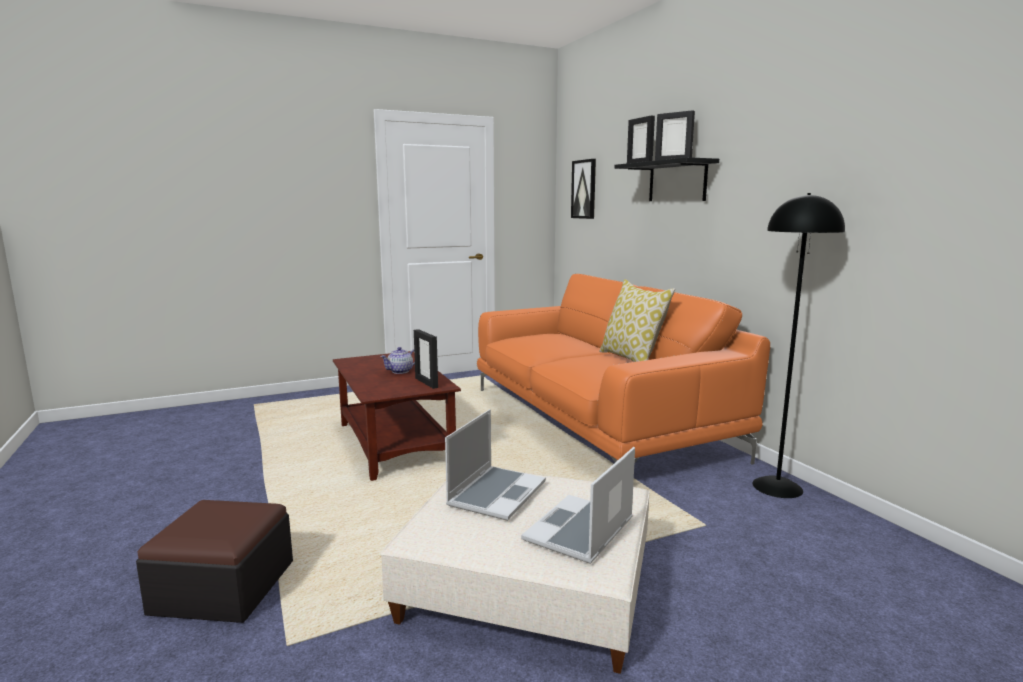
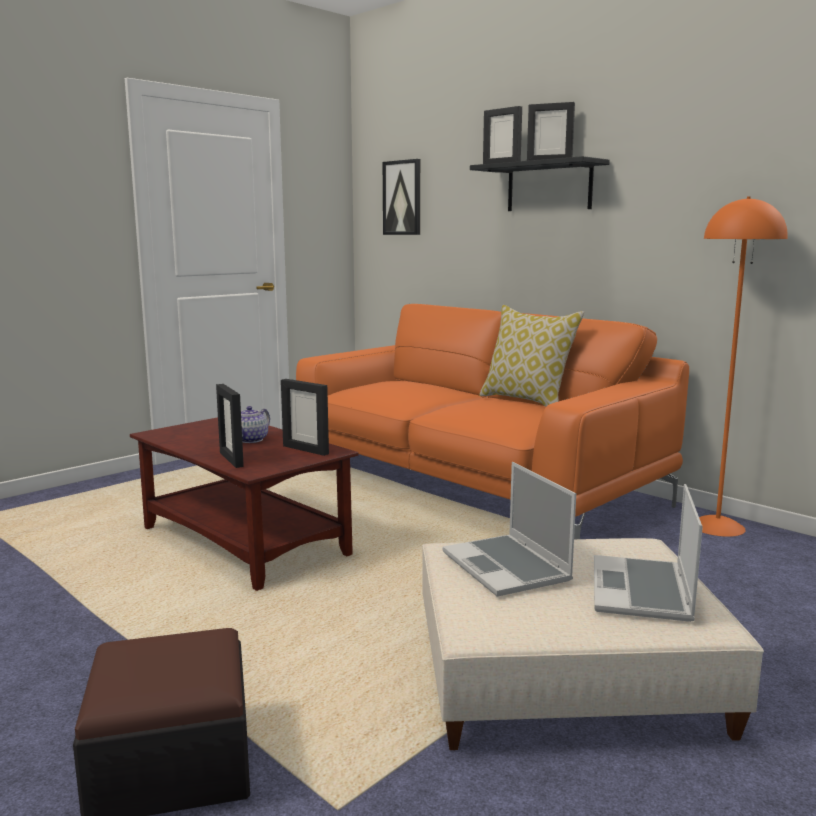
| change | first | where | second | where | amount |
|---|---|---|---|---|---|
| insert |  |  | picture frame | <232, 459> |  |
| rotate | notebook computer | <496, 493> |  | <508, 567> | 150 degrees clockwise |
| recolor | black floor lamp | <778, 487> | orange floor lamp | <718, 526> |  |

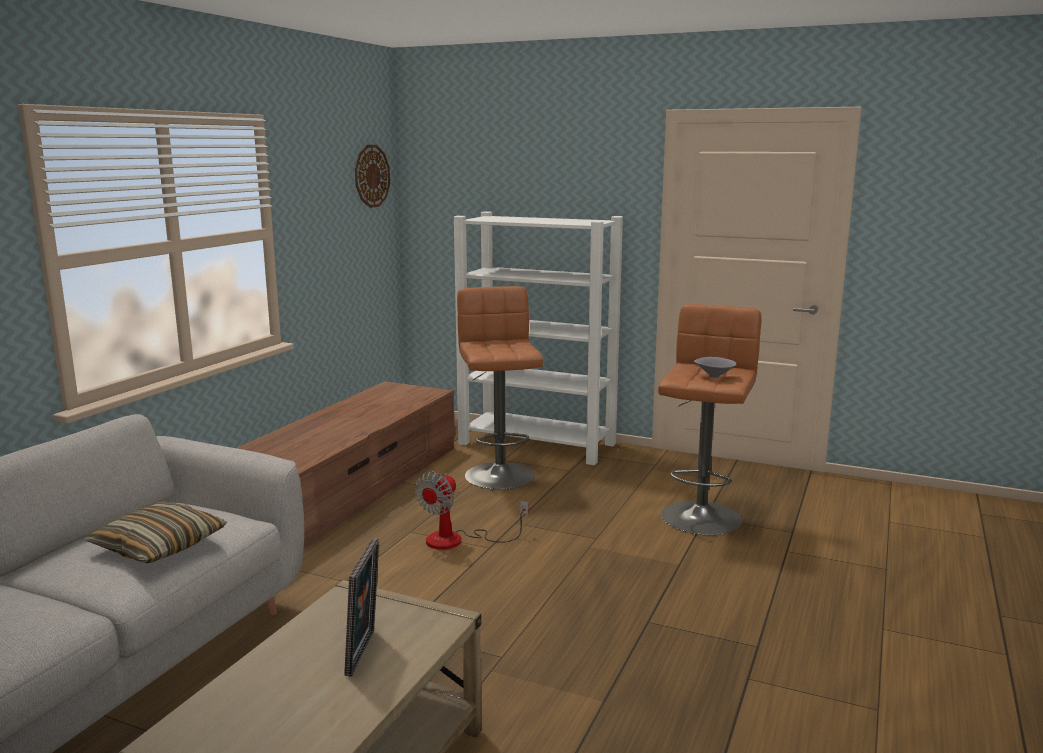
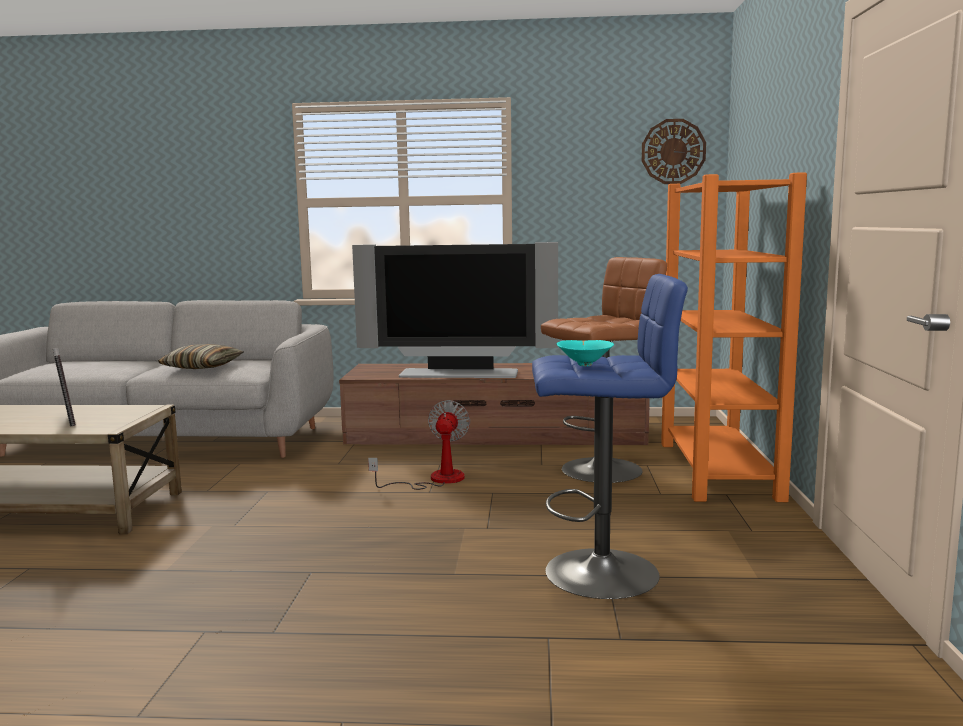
| change | first | where | second | where | amount |
|---|---|---|---|---|---|
| rotate | picture frame | <365, 653> |  | <68, 421> | 75 degrees clockwise |
| insert |  |  | television | <459, 374> |  |
| rotate | electric fan | <457, 540> |  | <435, 480> | 90 degrees clockwise |
| recolor | brown stool seat | <702, 517> | bluish stool seat | <603, 574> |  |
| recolor | greyish deep dish | <713, 376> | blue-green deep dish | <585, 365> |  |
| recolor | white-coloured bookshelf | <537, 444> | orange bookshelf | <718, 470> |  |

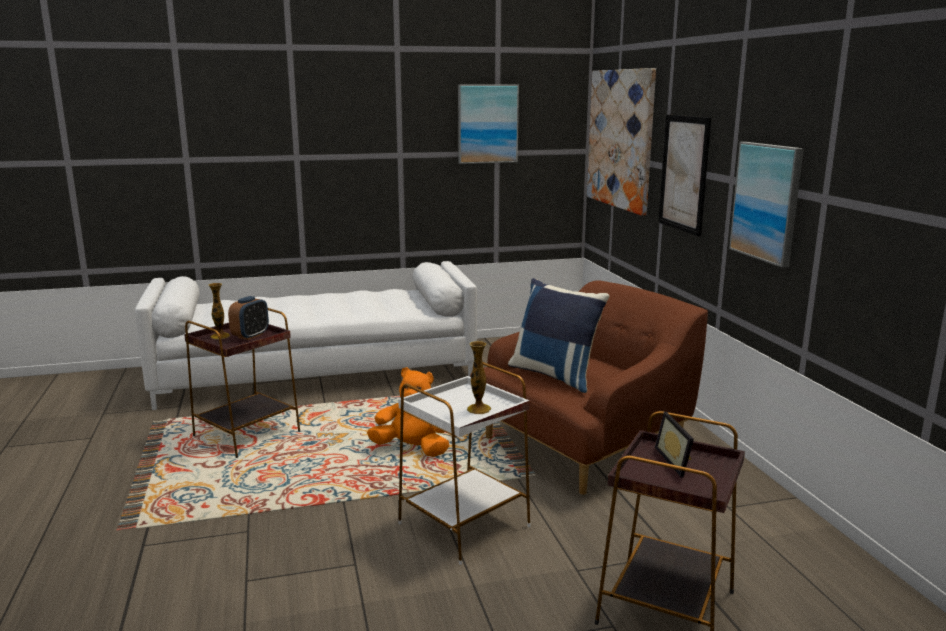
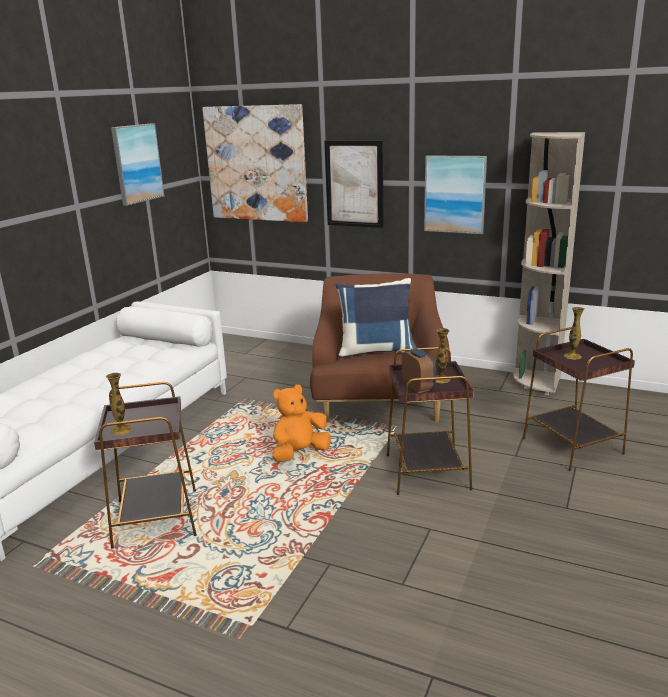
| change | first | where | second | where | amount |
|---|---|---|---|---|---|
| recolor | white-coloured side table | <465, 524> | brown side table | <427, 471> |  |
| move | alarm clock | <250, 336> |  | <418, 387> |  |
| insert |  |  | beige-coloured bookshelf | <536, 385> |  |
| replace | picture frame | <678, 461> | decorative vase | <572, 356> |  |

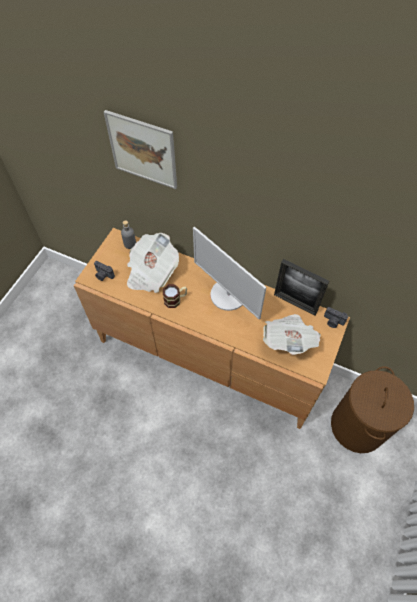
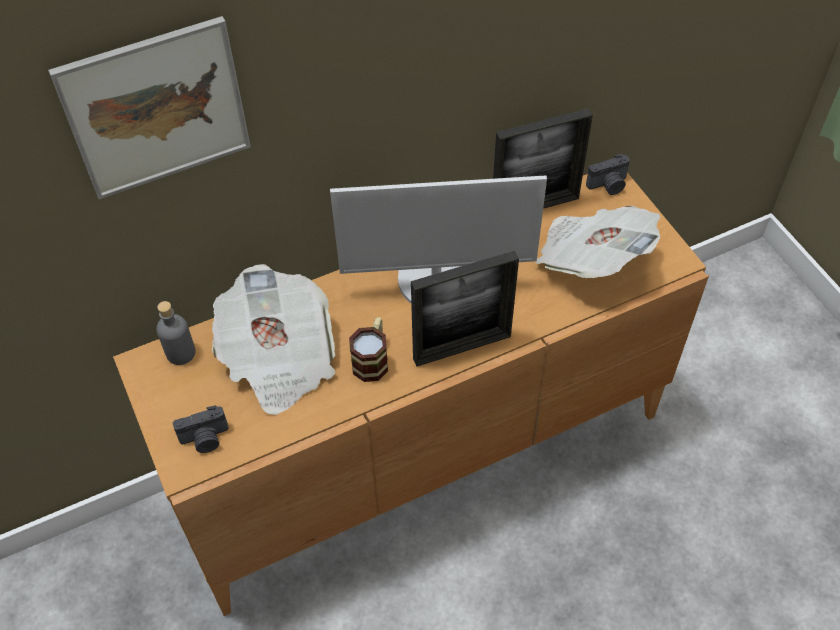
| change | first | where | second | where | amount |
|---|---|---|---|---|---|
| insert |  |  | picture frame | <462, 347> |  |
| delete | brown washing basket | <357, 426> |  |  |  |

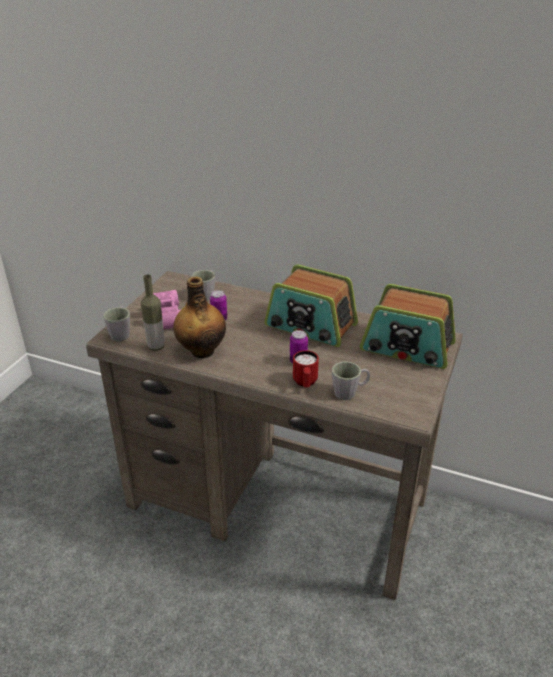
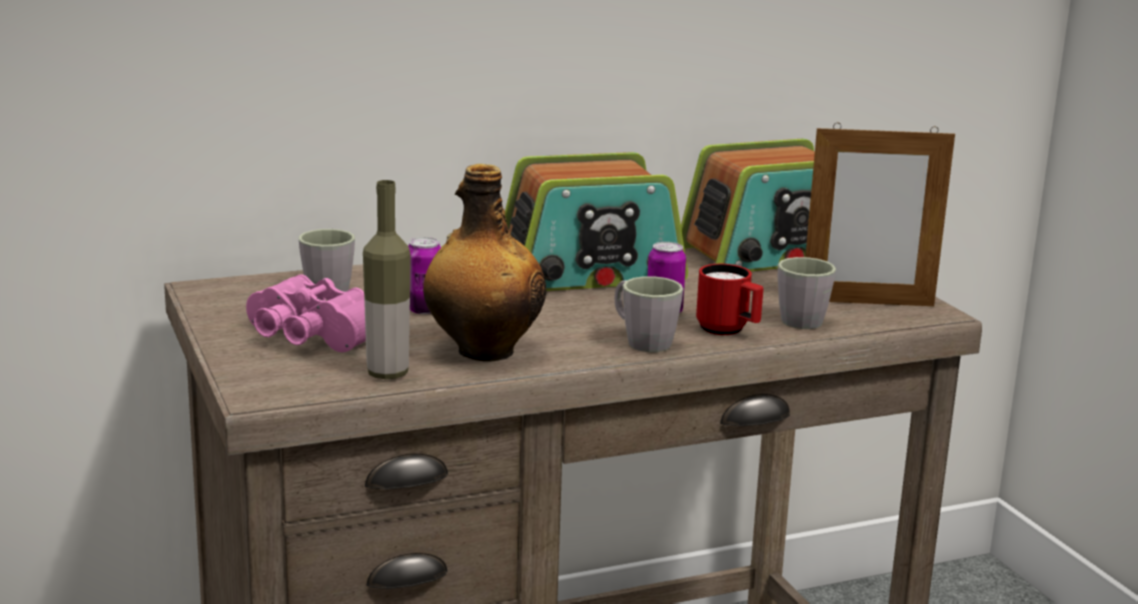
| change | first | where | second | where | amount |
|---|---|---|---|---|---|
| move | greyish tea mug | <121, 333> |  | <642, 341> |  |
| insert |  |  | picture frame | <867, 303> |  |

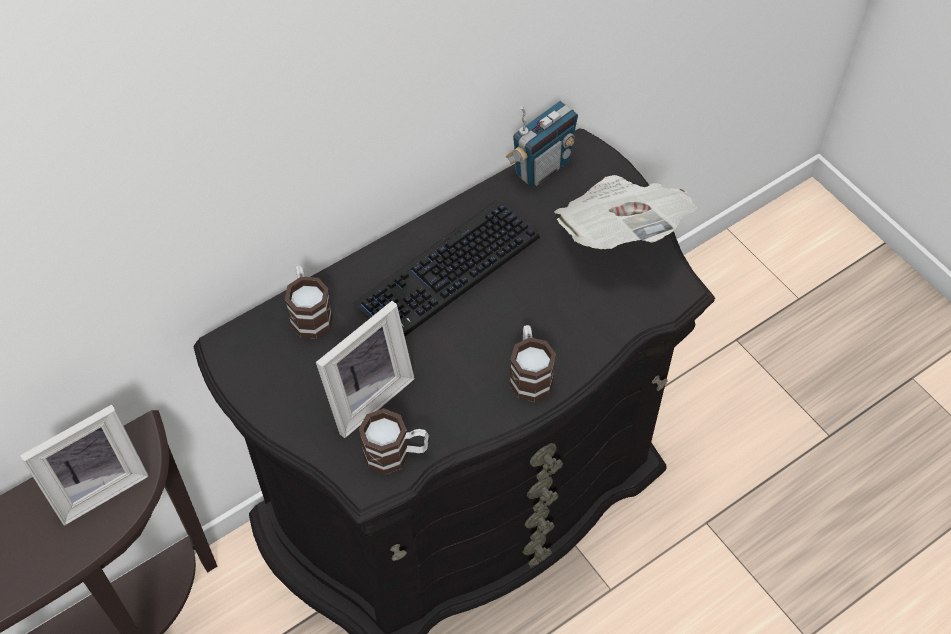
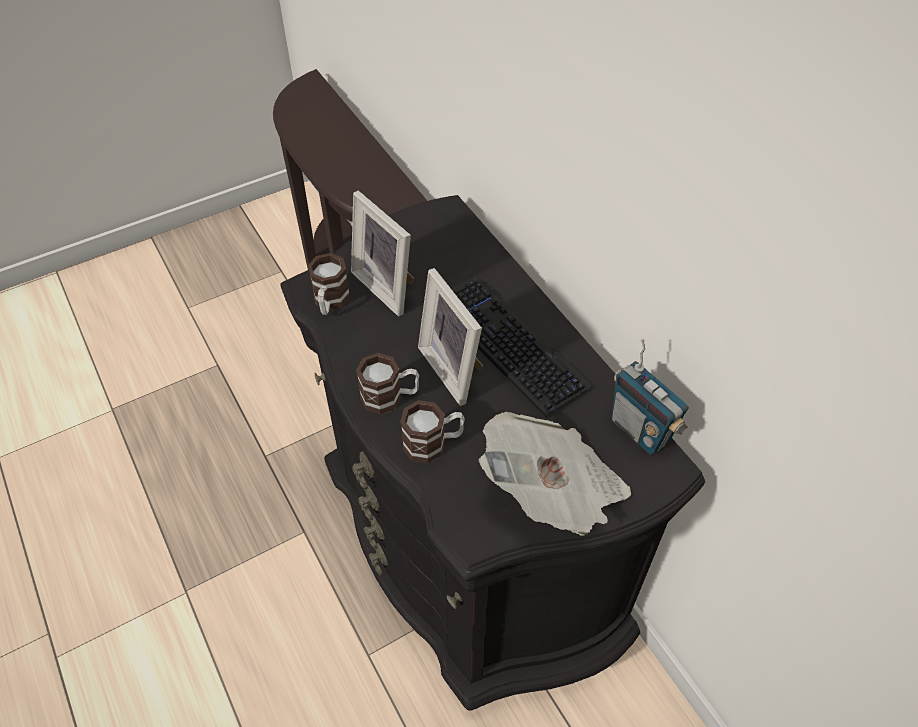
| change | first | where | second | where | amount |
|---|---|---|---|---|---|
| move | tea mug | <309, 313> |  | <433, 443> |  |
| move | picture frame | <97, 485> |  | <455, 368> |  |

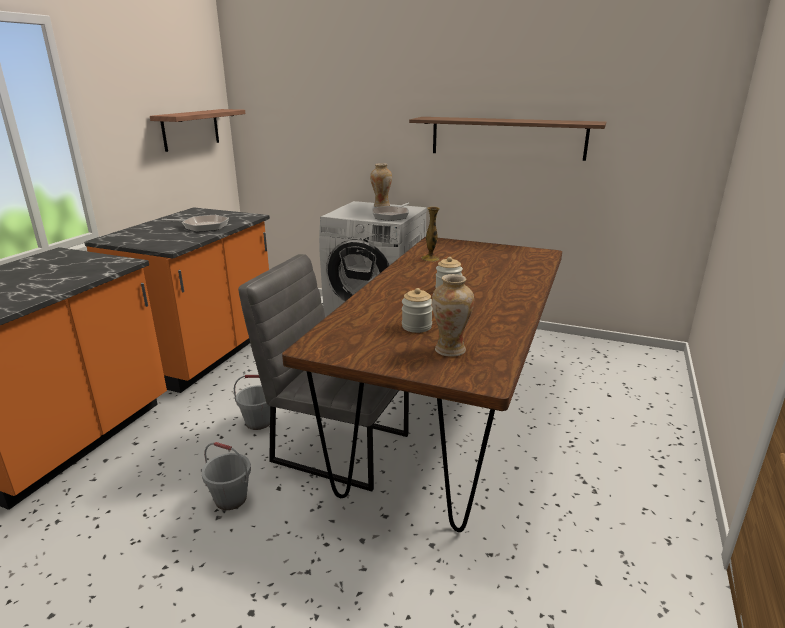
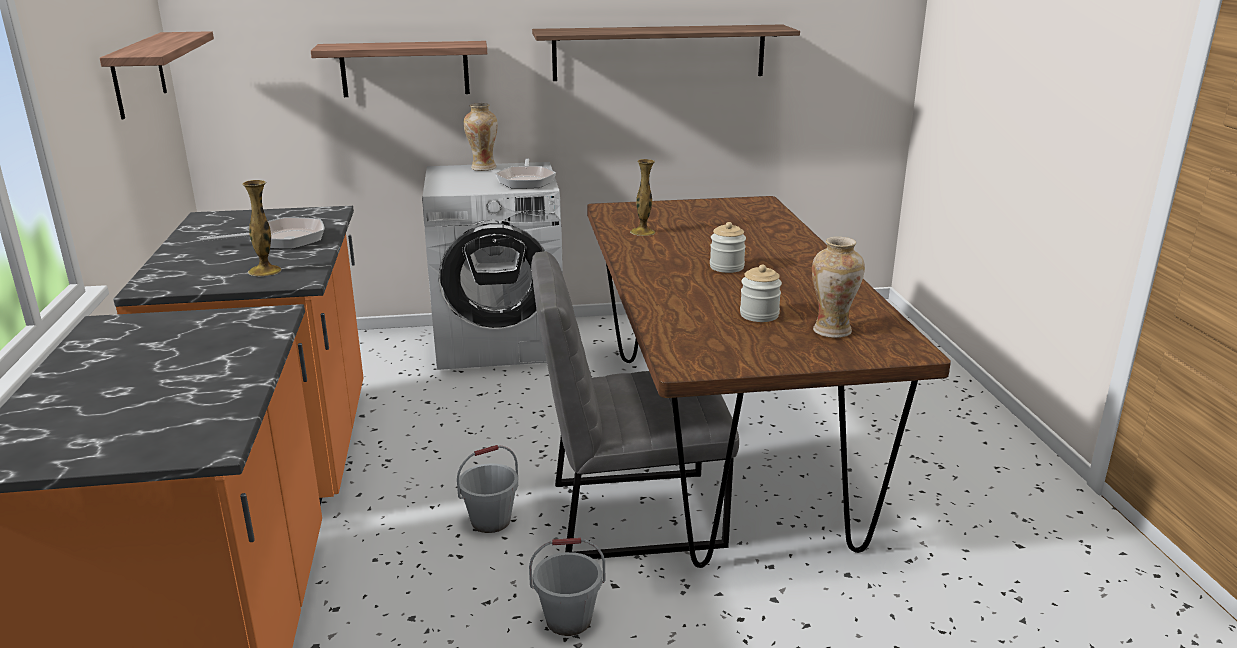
| change | first | where | second | where | amount |
|---|---|---|---|---|---|
| insert |  |  | decorative vase | <264, 271> |  |
| insert |  |  | wall shelf | <405, 69> |  |

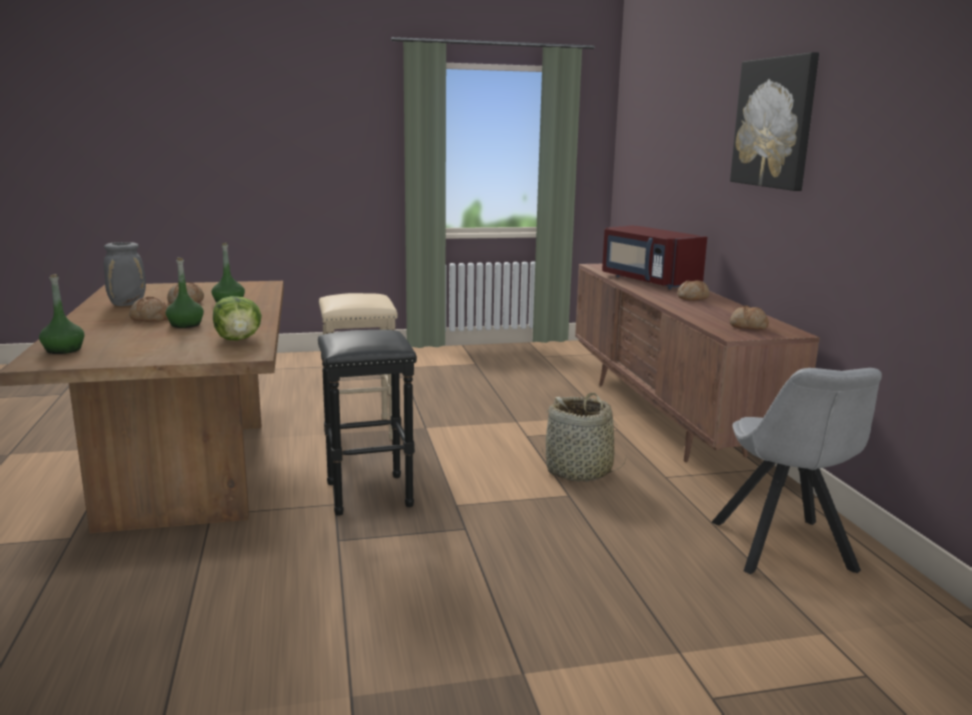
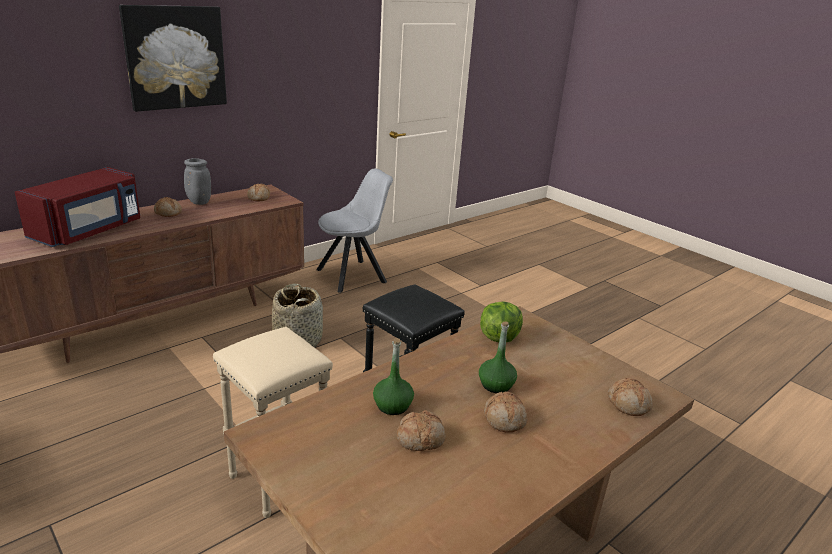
| change | first | where | second | where | amount |
|---|---|---|---|---|---|
| move | greyish decorative vase | <128, 304> |  | <198, 202> |  |
| replace | green bottle | <63, 350> | bakery bread | <628, 404> |  |

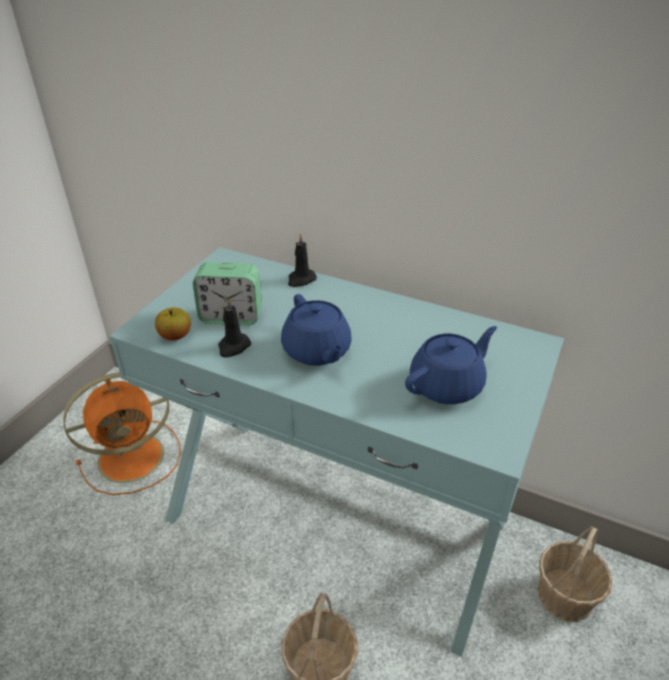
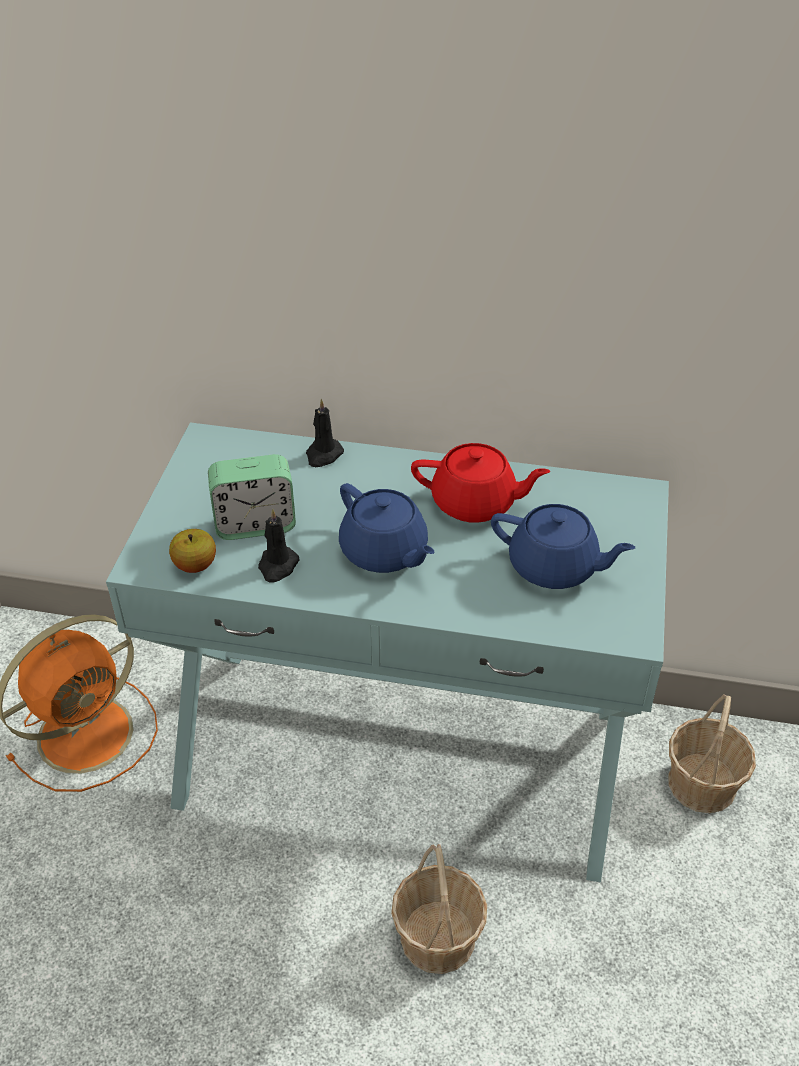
| change | first | where | second | where | amount |
|---|---|---|---|---|---|
| insert |  |  | reddish pot for tea | <475, 503> |  |
| rotate | bluish pot for tea | <447, 385> |  | <554, 567> | 75 degrees clockwise |

